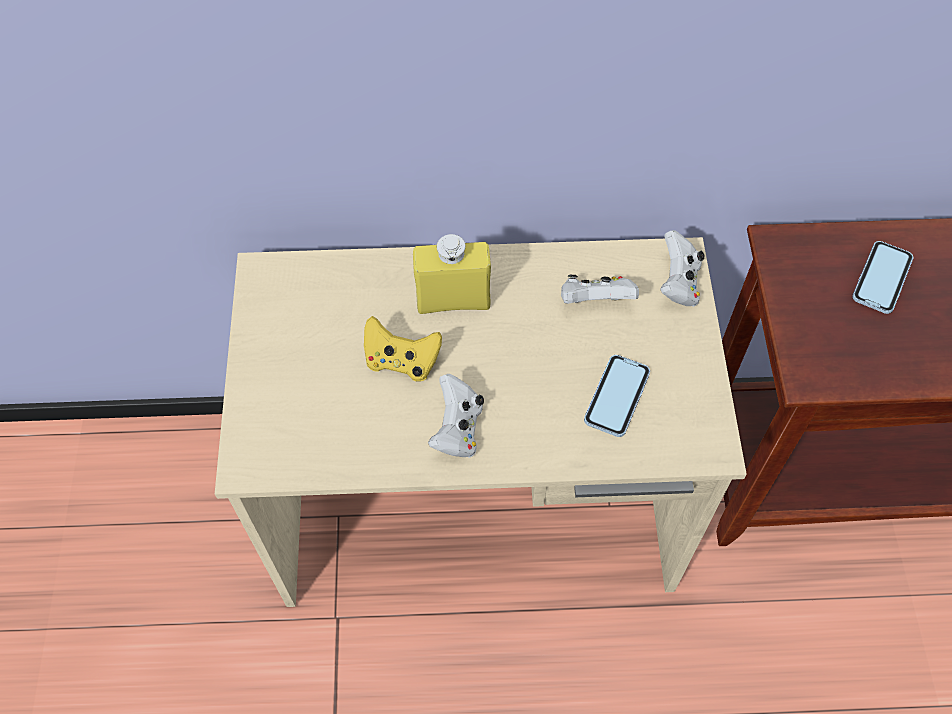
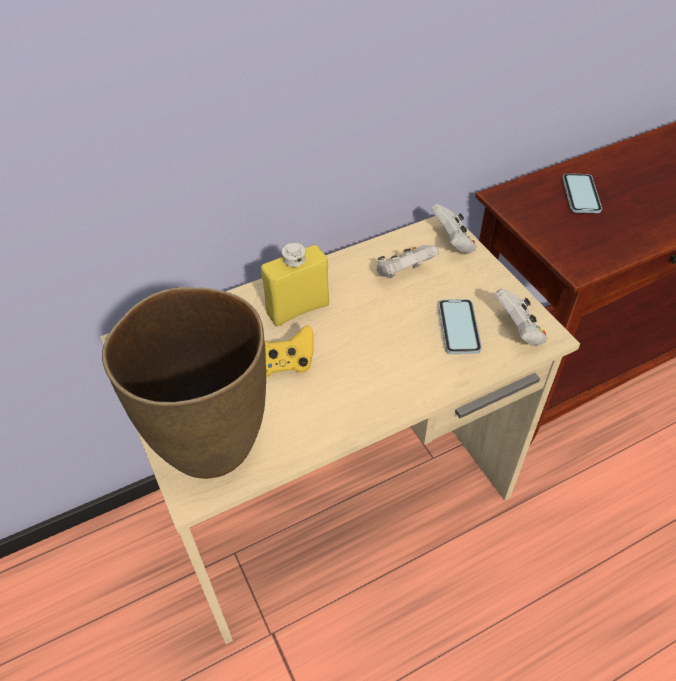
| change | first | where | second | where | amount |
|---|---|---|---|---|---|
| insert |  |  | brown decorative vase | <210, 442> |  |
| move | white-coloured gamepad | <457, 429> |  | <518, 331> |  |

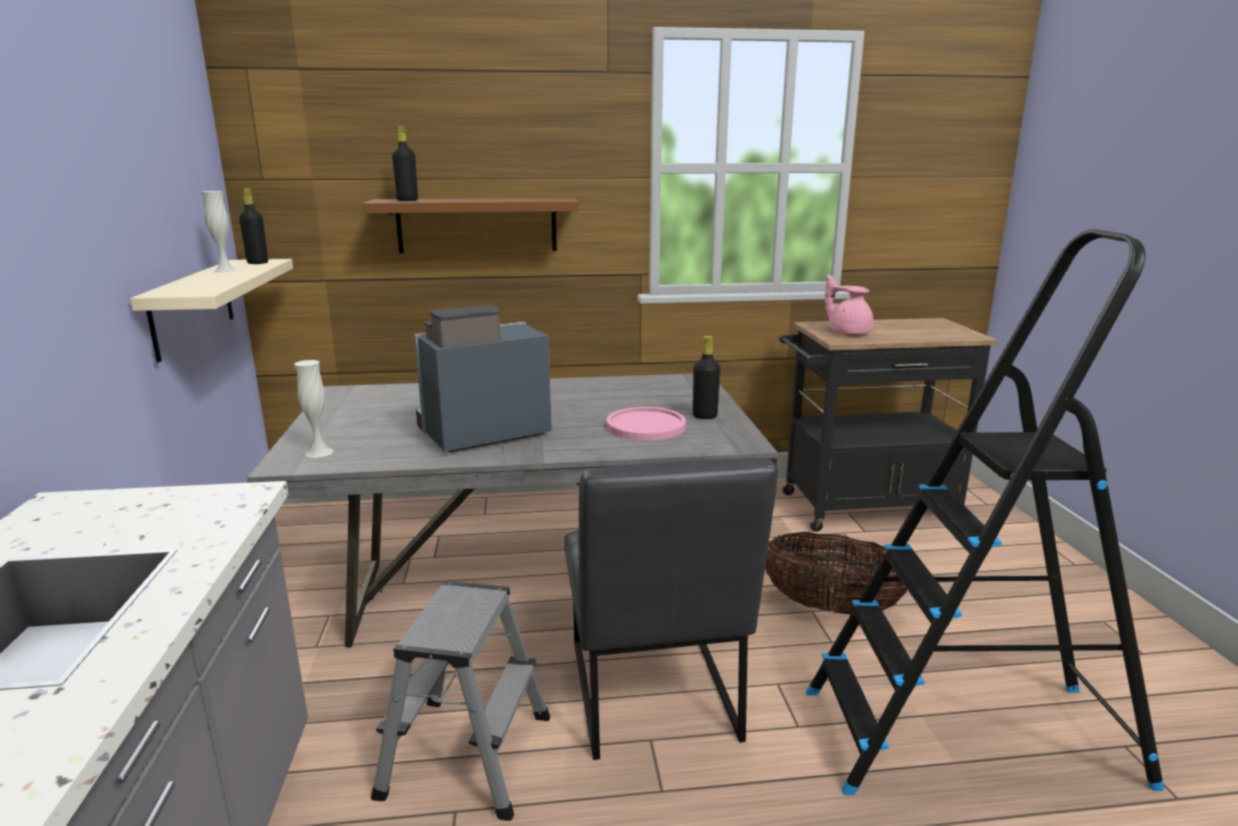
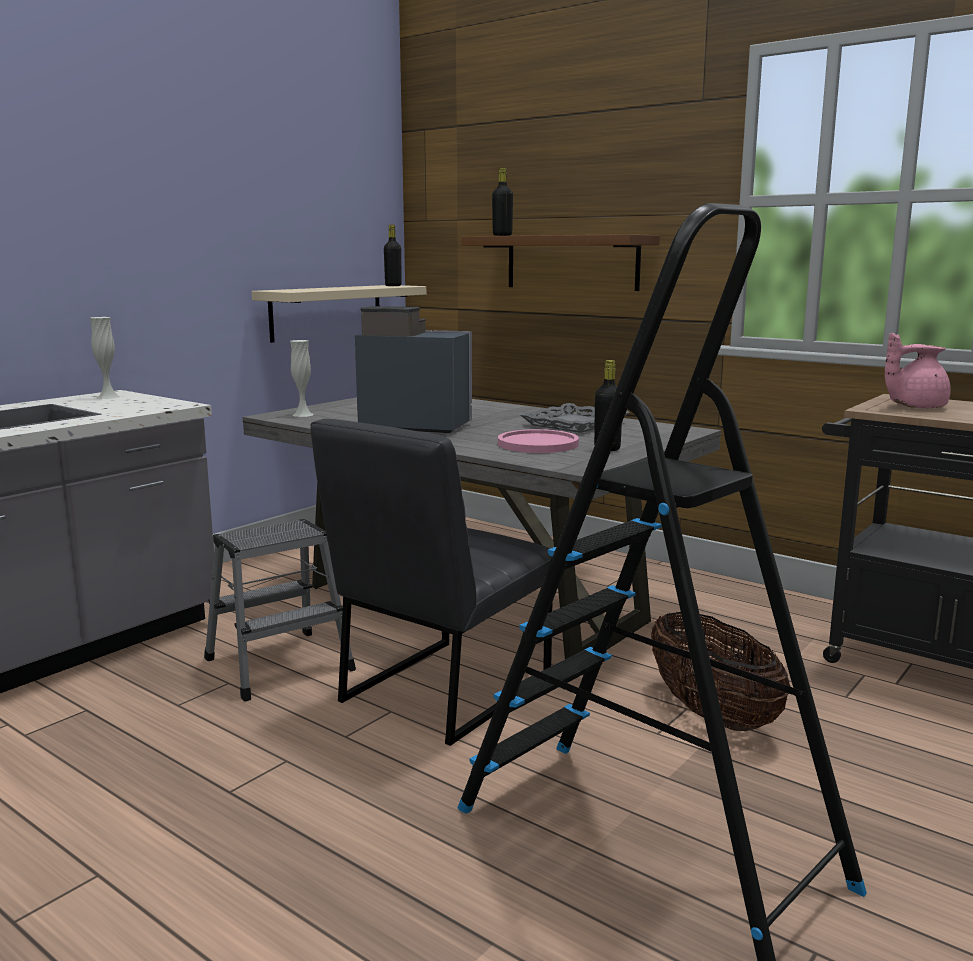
| change | first | where | second | where | amount |
|---|---|---|---|---|---|
| move | white-coloured decorative vase | <225, 271> |  | <108, 397> |  |
| insert |  |  | greyish serving tray | <574, 424> |  |
| rotate | pink pot for tea | <848, 332> |  | <914, 407> | 105 degrees counterclockwise |

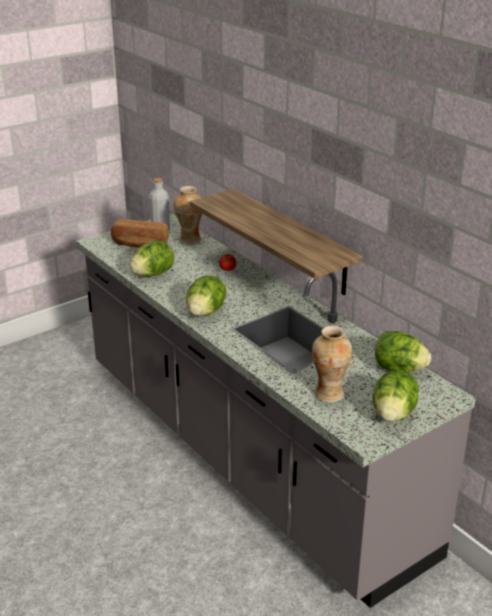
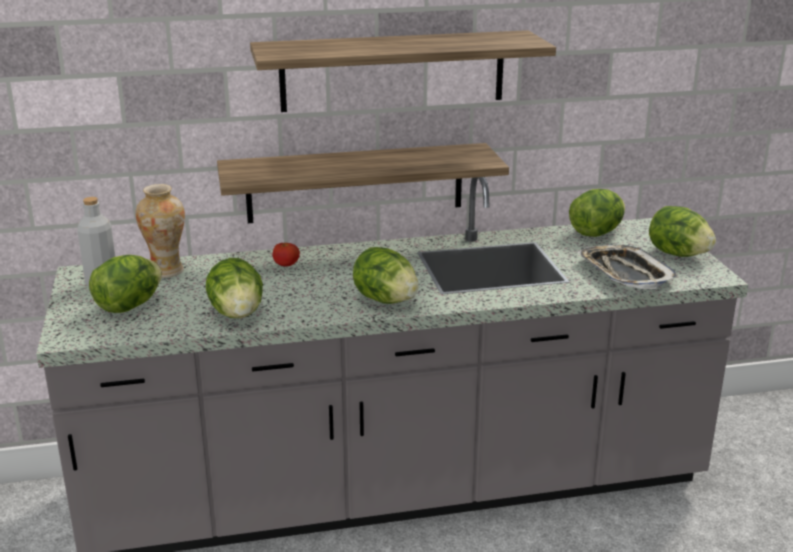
| change | first | where | second | where | amount |
|---|---|---|---|---|---|
| replace | bakery bread | <140, 244> | head of lettuce | <129, 306> |  |
| insert |  |  | wall shelf | <393, 71> |  |
| replace | decorative vase | <329, 394> | serving tray | <625, 273> |  |

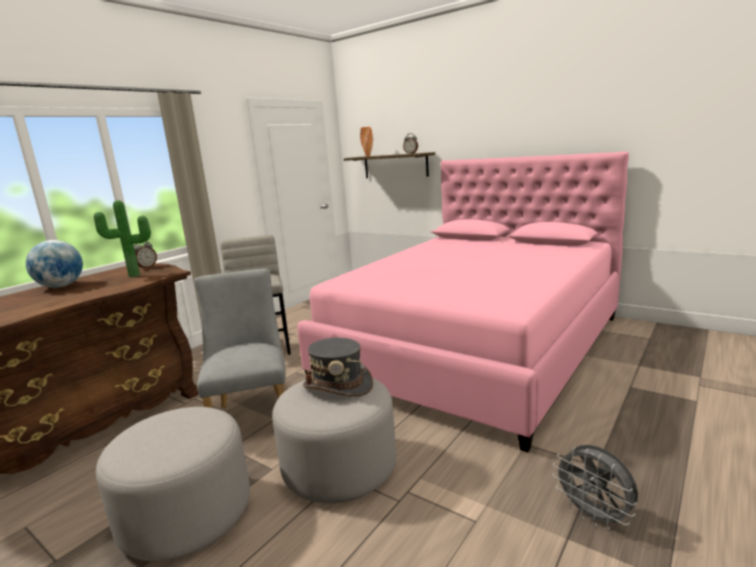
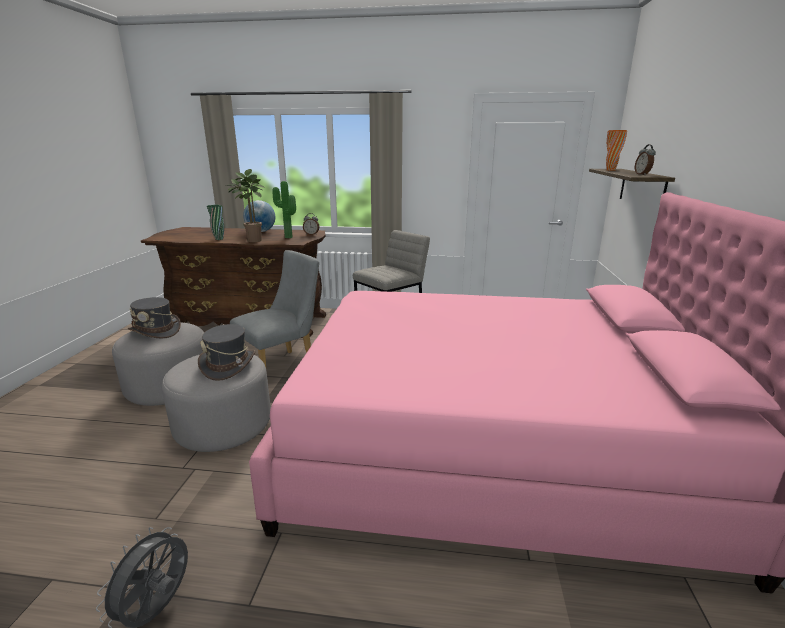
| change | first | where | second | where | amount |
|---|---|---|---|---|---|
| insert |  |  | greyish wearable hat | <156, 331> |  |
| insert |  |  | green decorative vase | <219, 239> |  |
| insert |  |  | plant in a pot | <252, 240> |  |

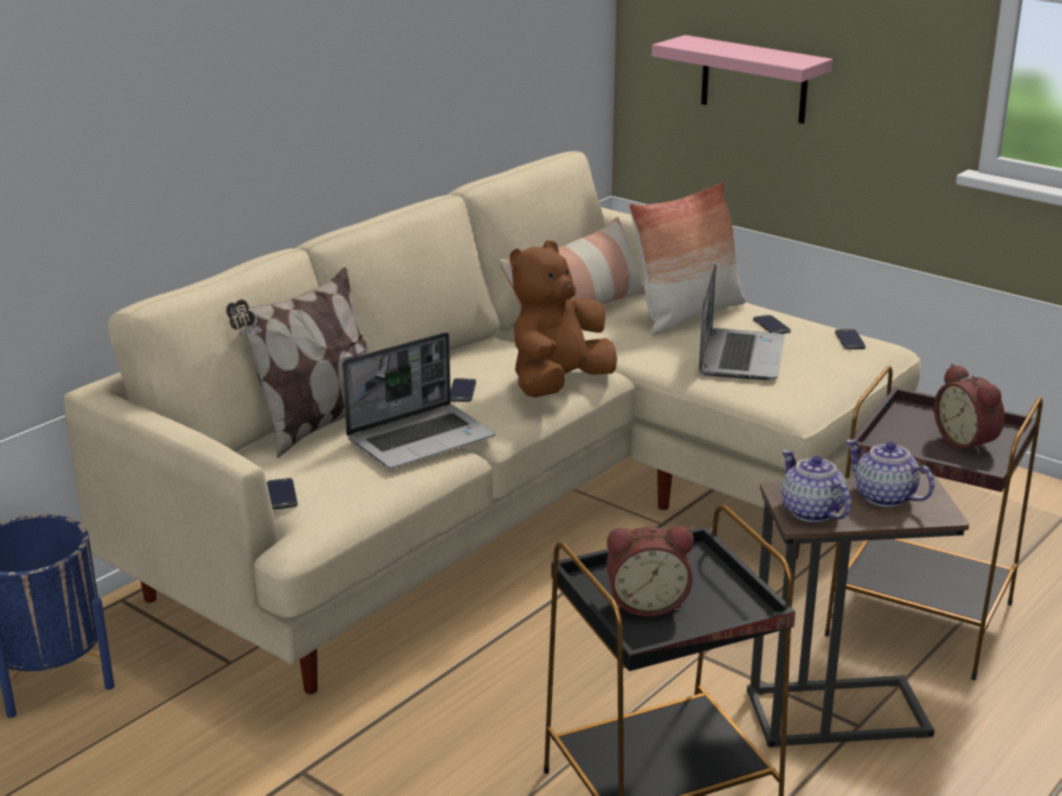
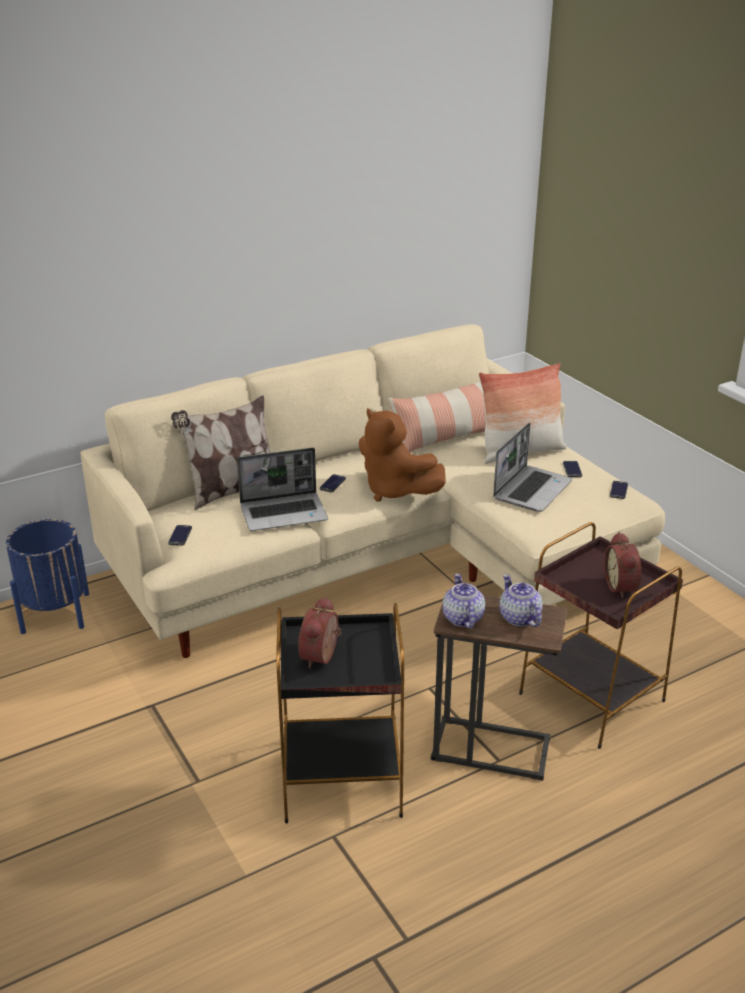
| change | first | where | second | where | amount |
|---|---|---|---|---|---|
| rotate | alarm clock | <646, 603> |  | <322, 657> | 90 degrees clockwise |
| rotate | brown soft toy | <558, 385> |  | <395, 490> | 105 degrees counterclockwise |
| delete | pink wall shelf | <754, 80> |  |  |  |

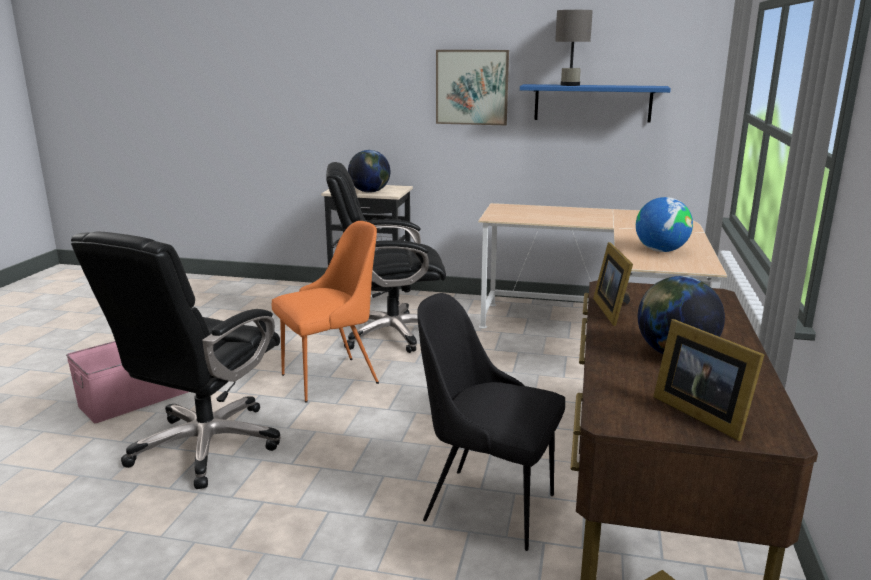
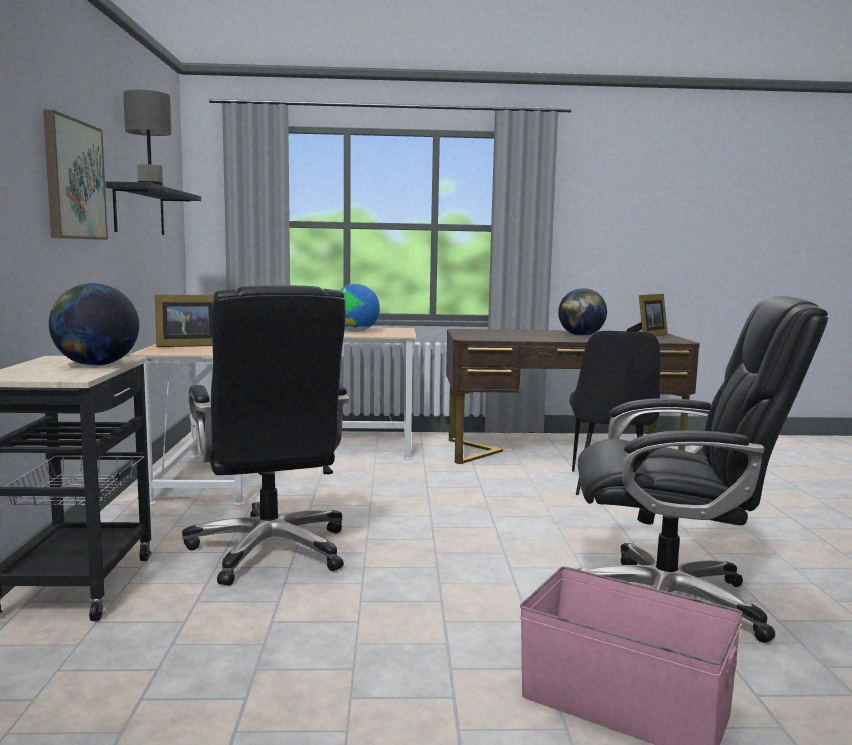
| change | first | where | second | where | amount |
|---|---|---|---|---|---|
| recolor | bluish wall shelf | <592, 103> | black wall shelf | <140, 211> |  |
| move | picture frame | <613, 310> |  | <186, 345> |  |
| delete | orange plain chair | <330, 379> |  |  |  |

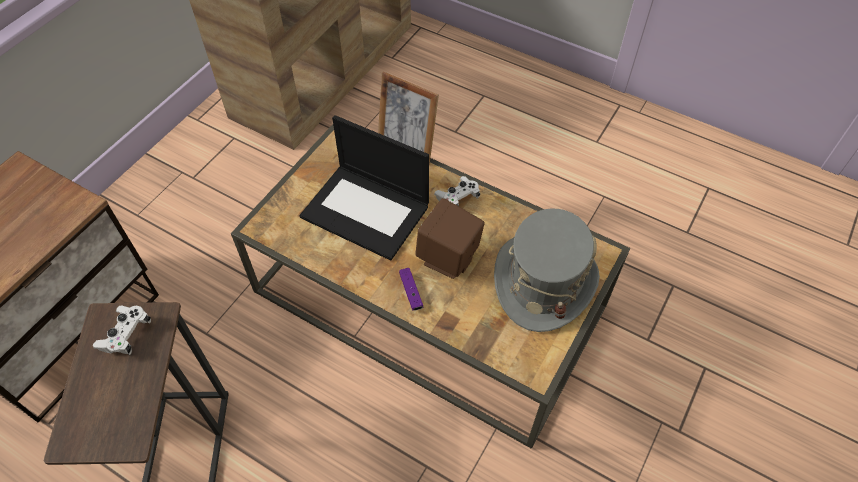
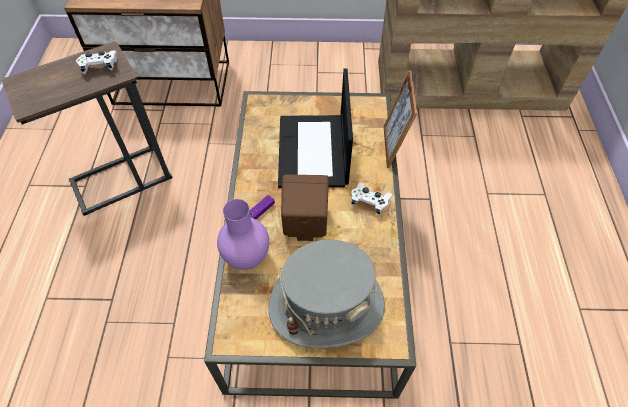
| change | first | where | second | where | amount |
|---|---|---|---|---|---|
| insert |  |  | purple-coloured decorative vase | <246, 257> |  |

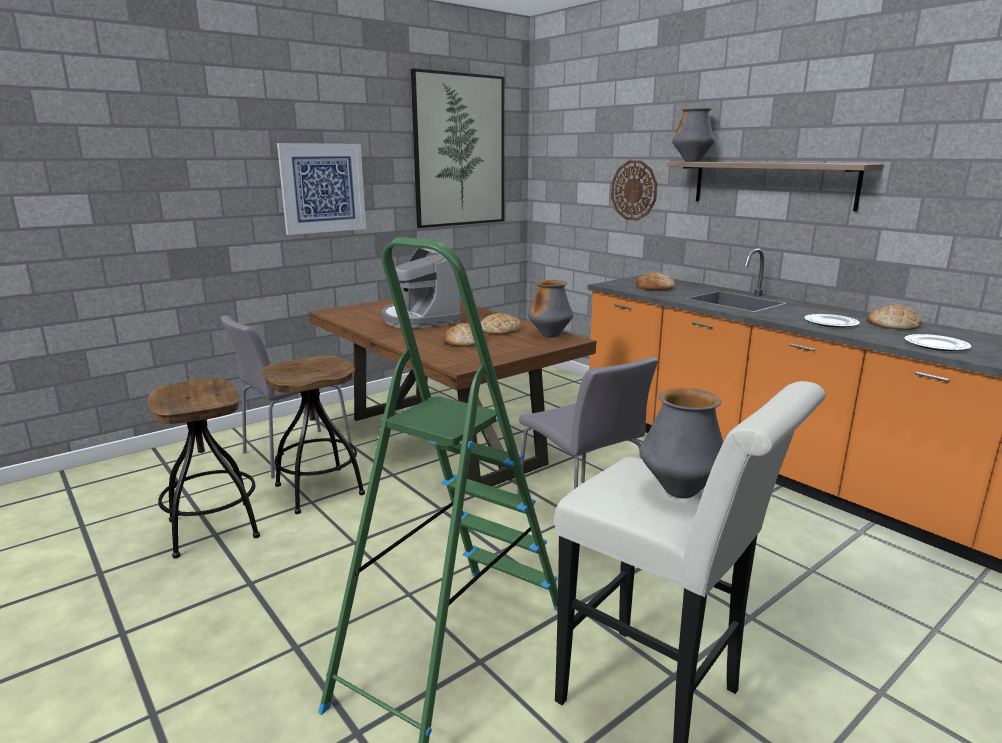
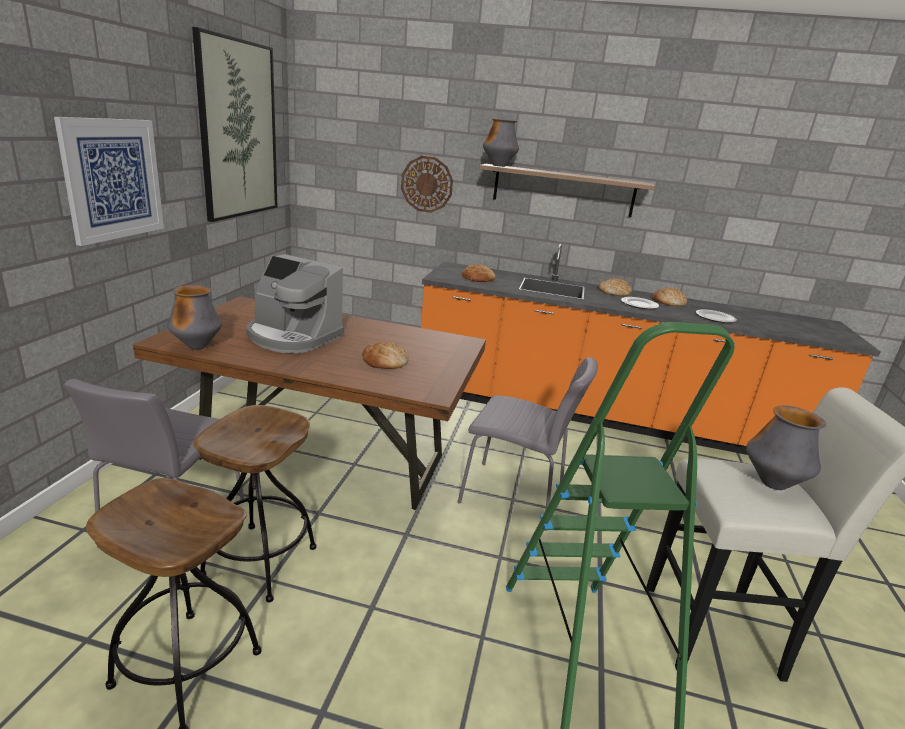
| change | first | where | second | where | amount |
|---|---|---|---|---|---|
| move | decorative vase | <550, 336> |  | <197, 346> |  |
| move | bakery bread | <499, 330> |  | <614, 292> |  |

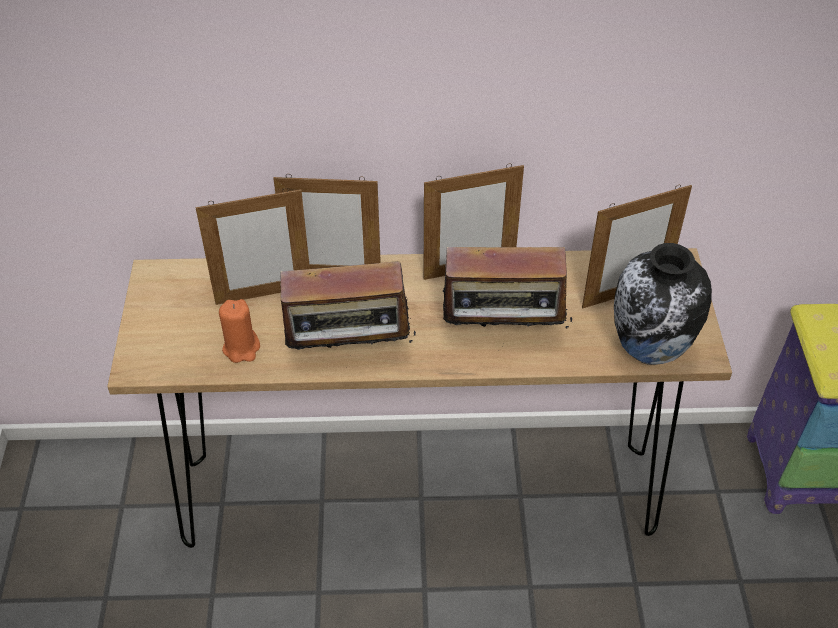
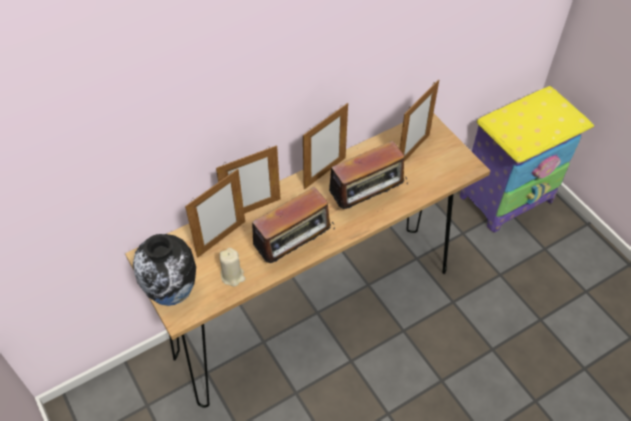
| change | first | where | second | where | amount |
|---|---|---|---|---|---|
| move | decorative vase | <649, 352> |  | <173, 294> |  |
| recolor | orange wax light | <241, 348> | beige-coloured wax light | <233, 276> |  |

